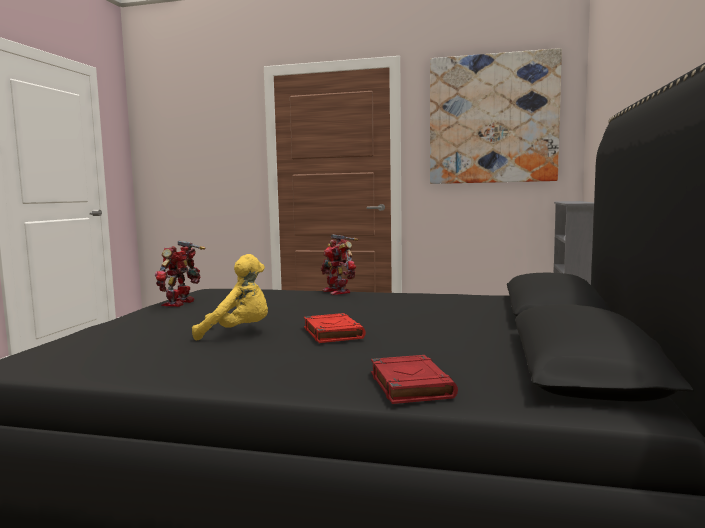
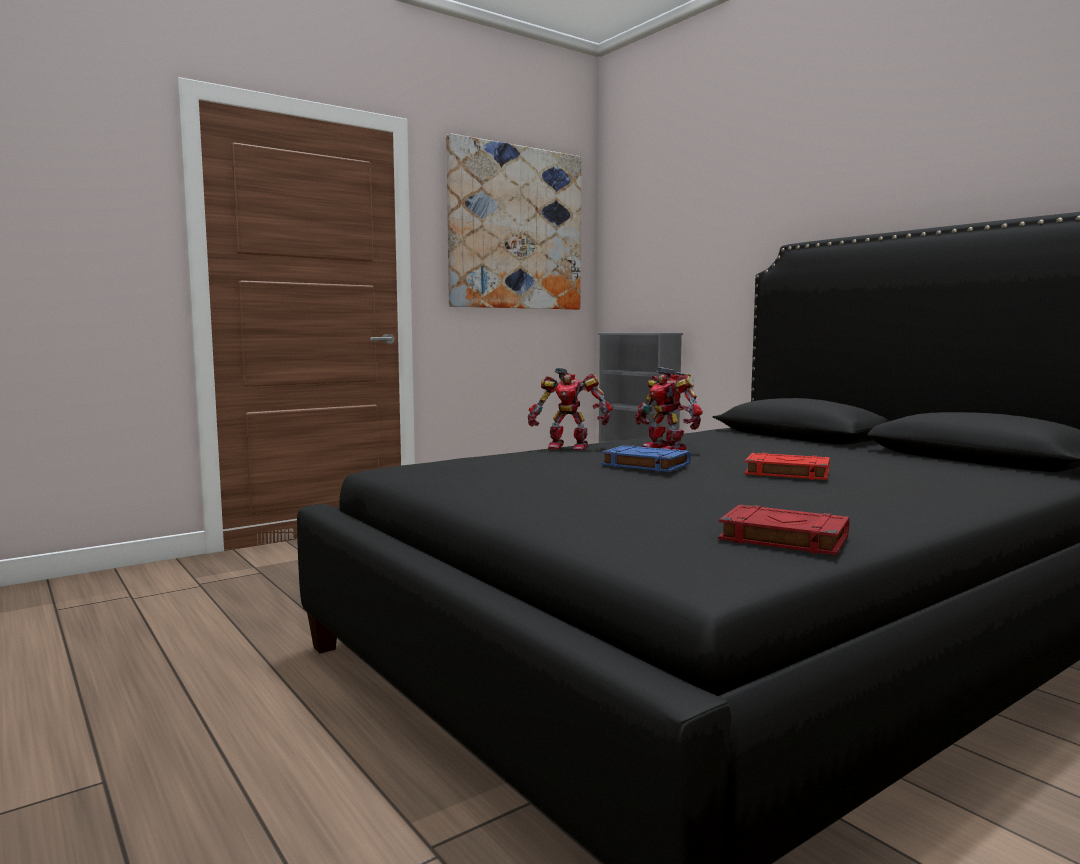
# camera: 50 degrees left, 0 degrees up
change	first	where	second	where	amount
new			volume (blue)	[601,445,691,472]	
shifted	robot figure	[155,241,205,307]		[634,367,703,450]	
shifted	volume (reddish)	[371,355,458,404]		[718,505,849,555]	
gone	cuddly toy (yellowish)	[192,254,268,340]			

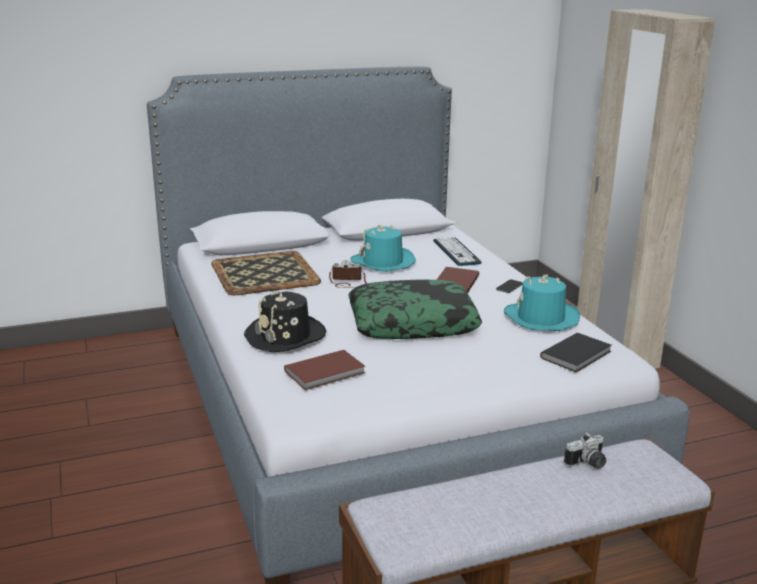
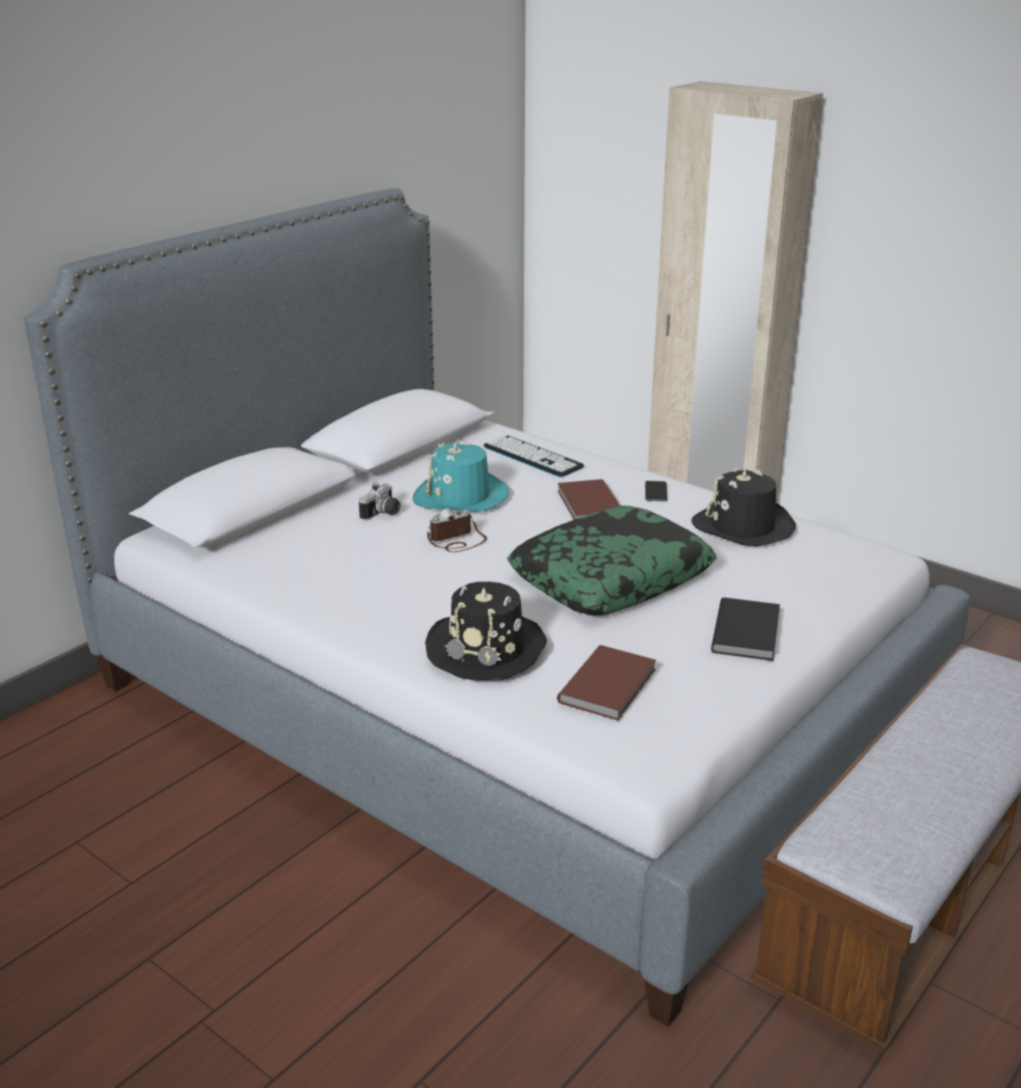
# camera: 30 degrees left, 5 degrees up
change	first	where	second	where	amount
shifted	still camera	[564,432,606,469]		[359,482,401,521]	
repainted	wearable hat (turquoise)	[504,275,580,331]	wearable hat (black-coloured)	[691,468,796,546]	
shifted	volume (black-coloured)	[540,333,612,372]		[711,597,780,661]	
gone	tray	[211,251,321,295]			

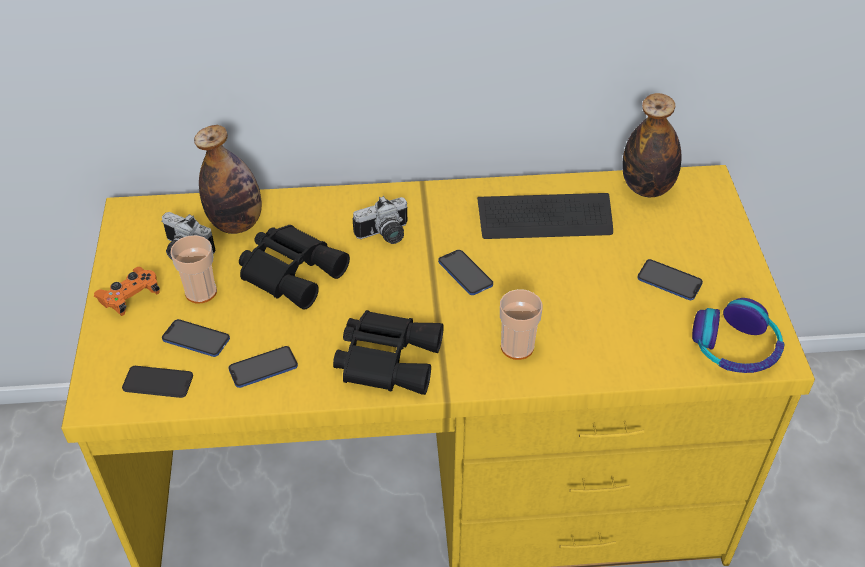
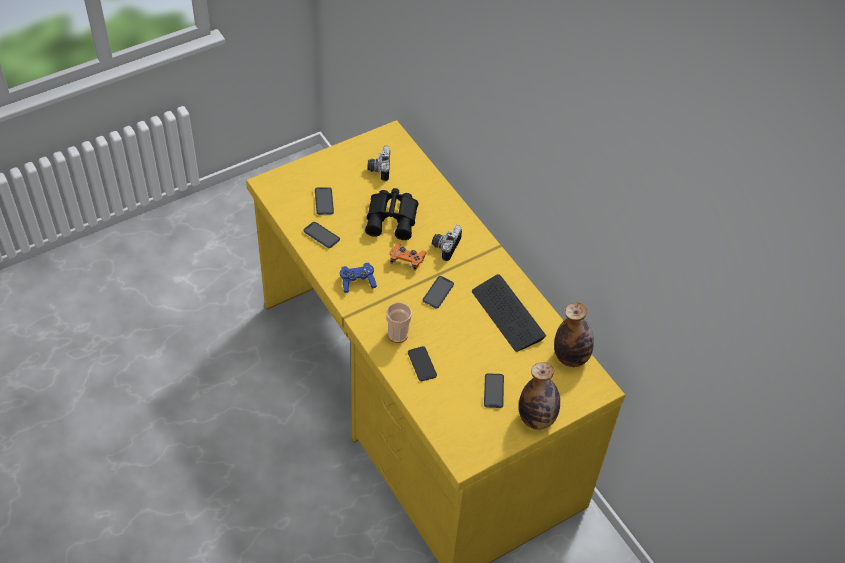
# camera: 60 degrees right, 5 degrees up
change	first	where	second	where	amount
swapped	binoculars (black-coloured)	[333,310,444,395]	game controller (blue)	[340,263,377,293]	
shifted	game controller (orangey)	[94,267,160,316]		[390,243,427,271]	
shifted	telephone	[122,366,193,398]		[408,346,437,381]	
rotated	still camera	[353,196,408,244]		[432,225,462,261]	75 degrees clockwise
shifted	drink bottle	[194,125,262,234]		[519,362,560,430]	
gone	drinking cup	[170,235,217,304]			
gone	headset	[692,298,784,373]			

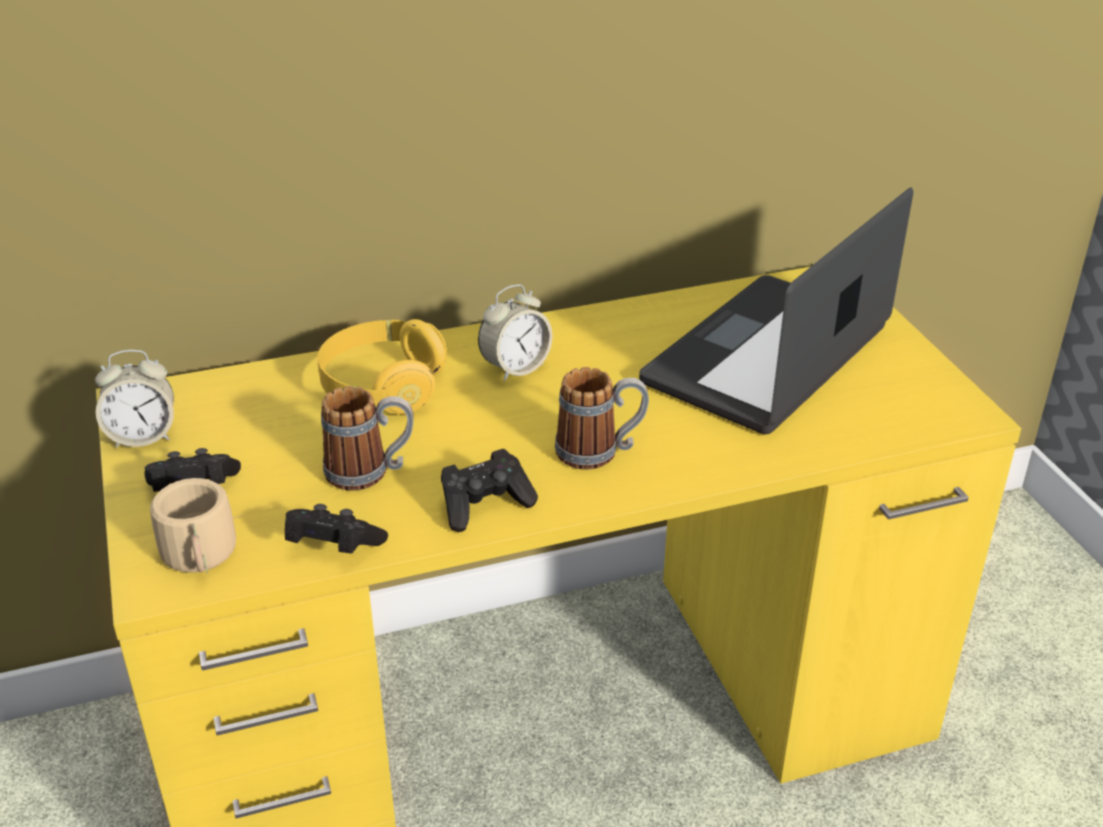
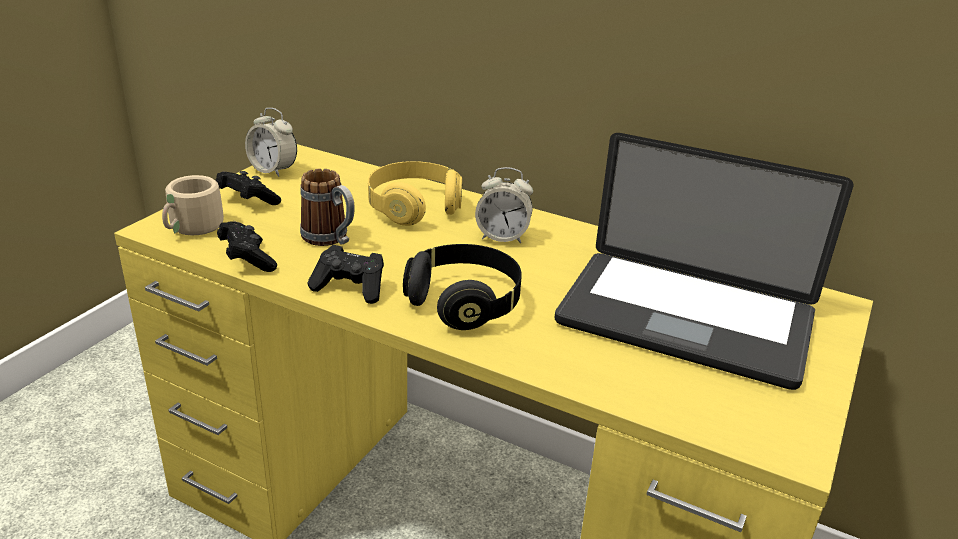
# camera: 45 degrees right, 5 degrees down
change	first	where	second	where	amount
swapped	coffee mug	[555,367,649,470]	headset (black-coloured)	[403,244,522,330]	
rotated	laptop	[639,187,913,435]		[555,133,853,390]	150 degrees counterclockwise

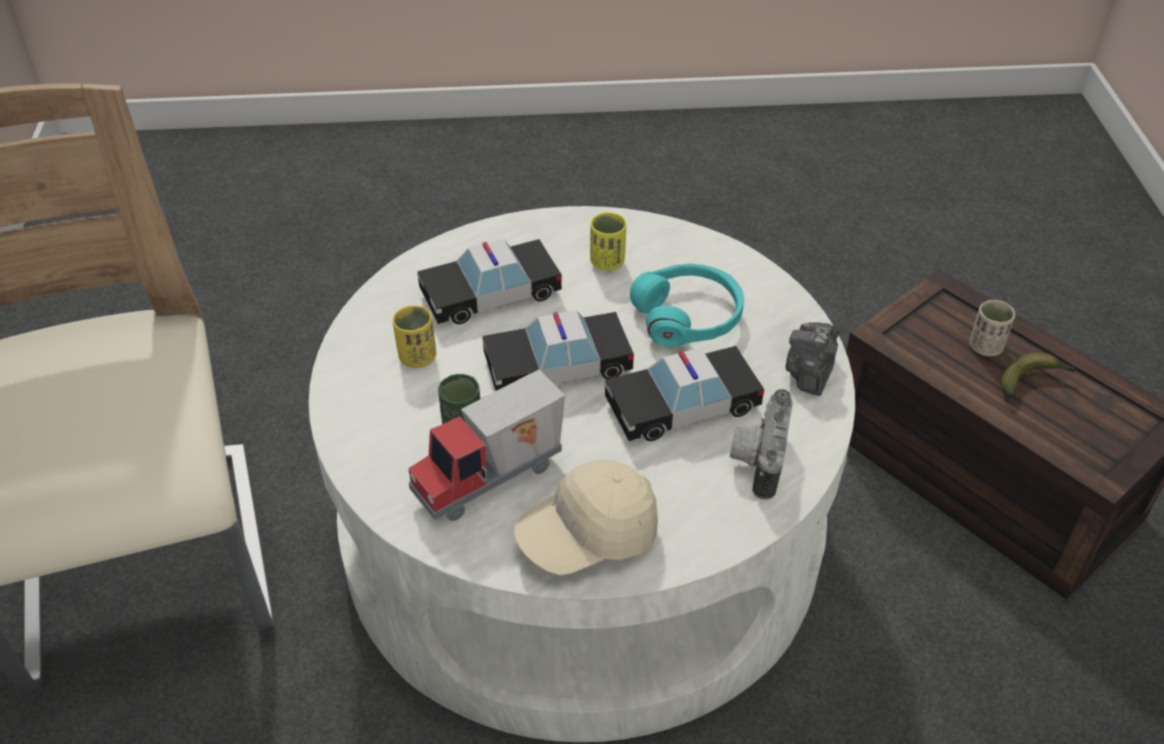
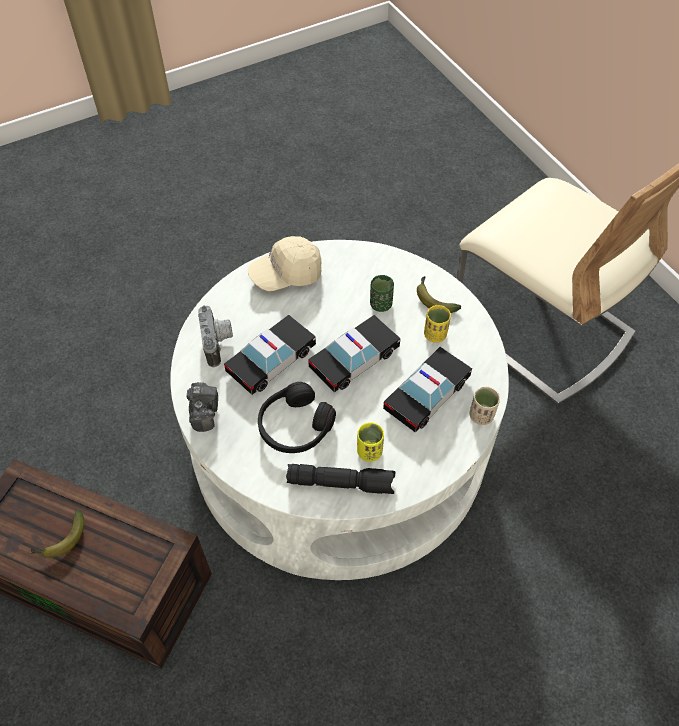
# camera: 155 degrees right, 10 degrees up
change	first	where	second	where	amount
rotated	cap (sand-coloured)	[514,459,658,576]		[248,236,322,291]	150 degrees counterclockwise
repainted	headset (turquoise)	[630,264,744,347]	headset (black-coloured)	[258,382,336,453]	
new			hand torch (black-coloured)	[286,464,395,494]	
new			banana	[417,276,461,313]	
shifted	drinking cup (sand-coloured)	[970,300,1015,356]		[470,386,500,425]	
gone	toy truck	[409,369,565,521]			

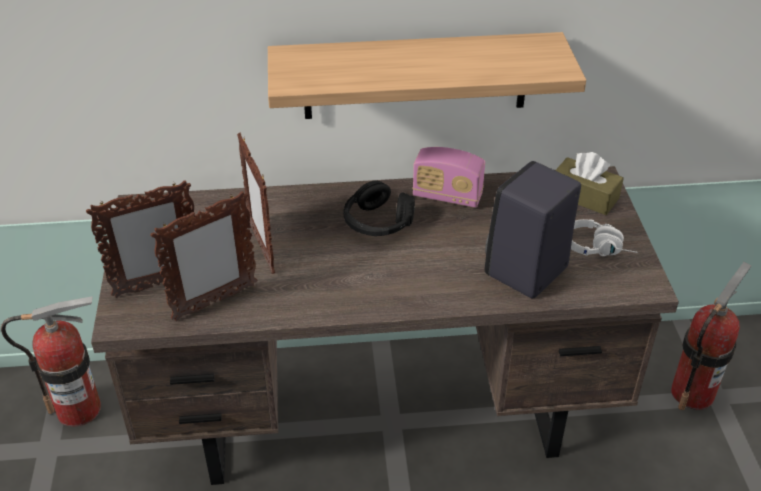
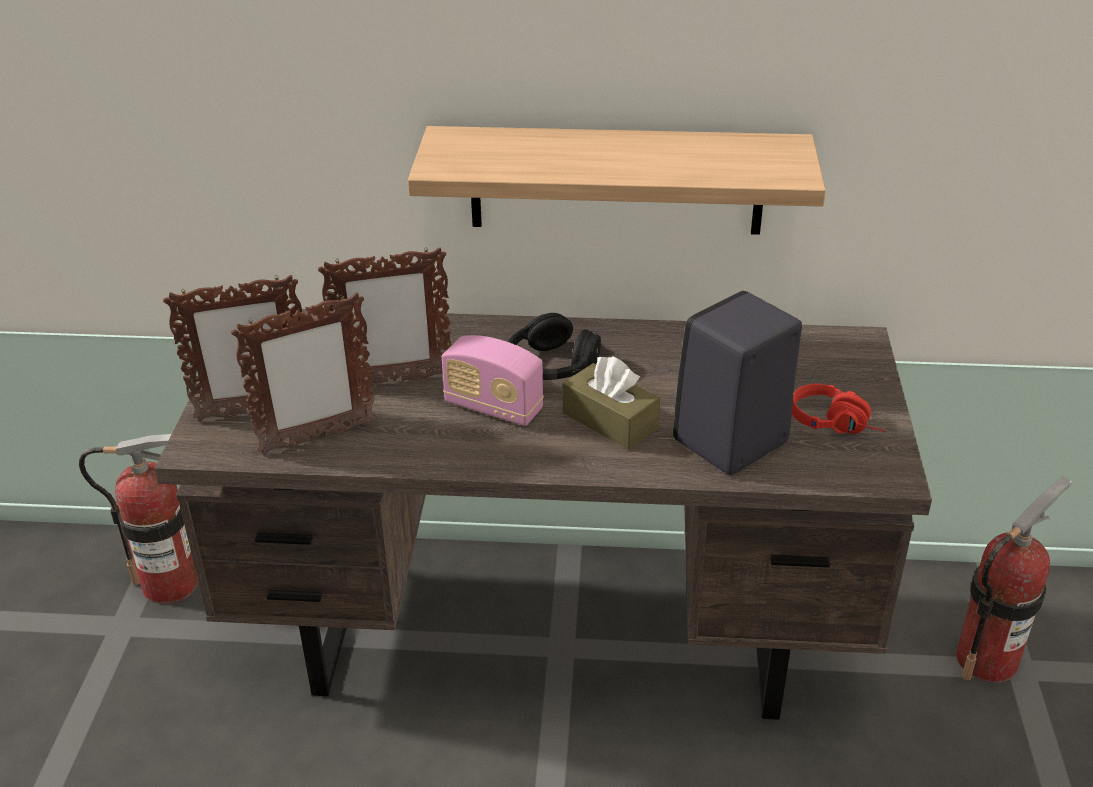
# camera: 10 degrees right, 5 degrees down
change	first	where	second	where	amount
rotated	standing frame	[237,132,275,274]		[318,247,452,385]	90 degrees counterclockwise
shifted	radio receiver	[412,147,485,208]		[442,335,544,426]	
shifted	tissue holder (brown)	[555,152,624,215]		[563,356,660,449]	
repainted	headset (white-coloured)	[571,219,637,256]	headset (reddish)	[792,384,886,434]	

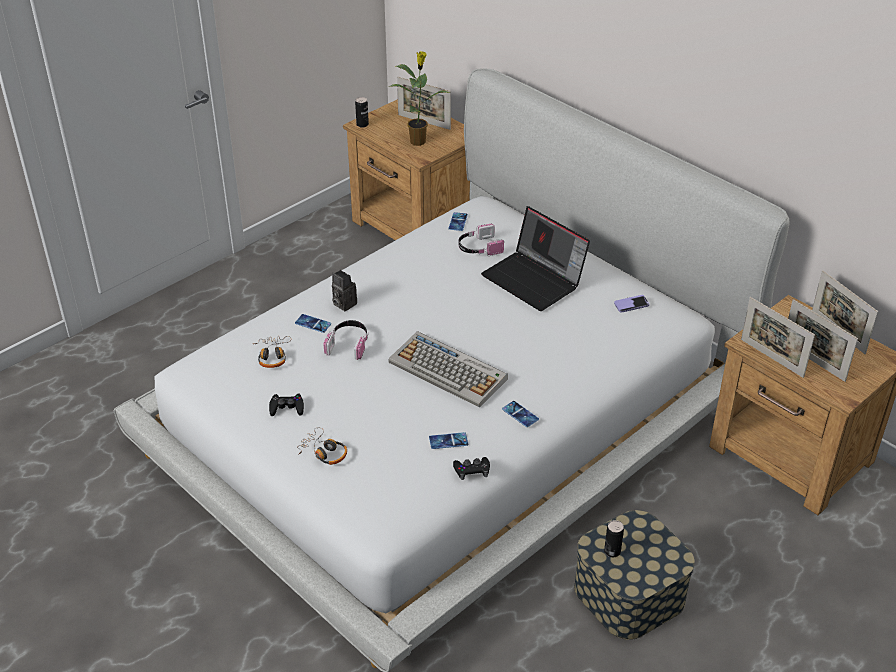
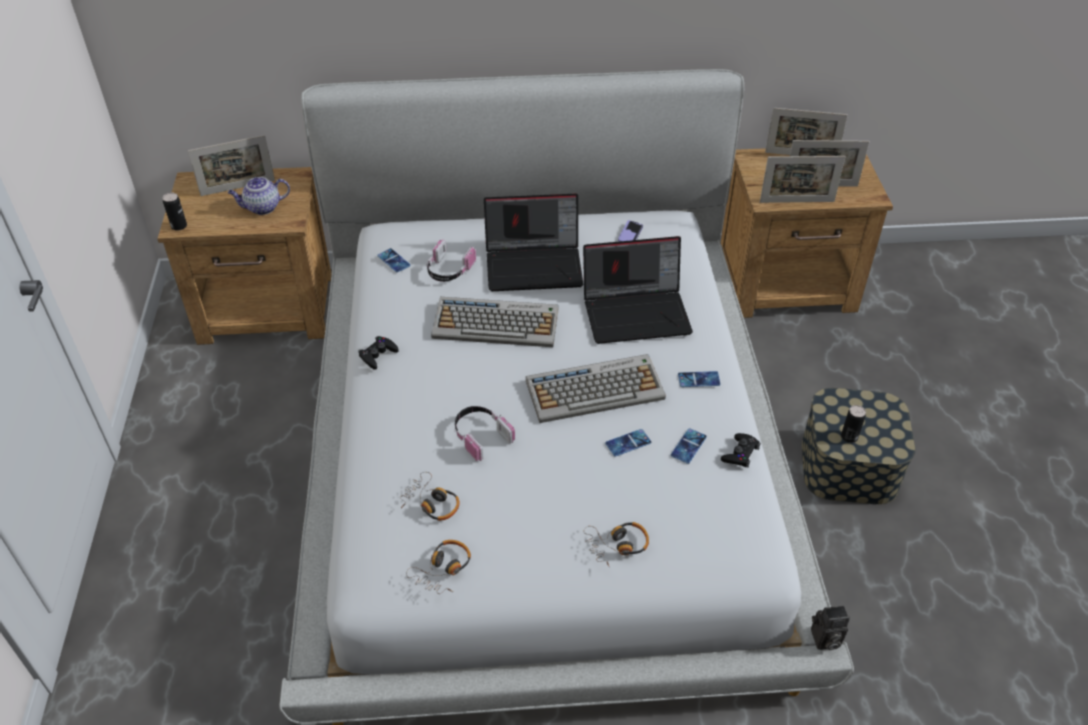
# camera: 50 degrees left, 5 degrees up
change	first	where	second	where	amount
swapped	potted plant	[388,51,451,146]	pot for tea	[228,177,290,215]	
shifted	game controller (black-coloured)	[269,394,304,416]		[358,336,399,370]	
new			headset	[406,540,471,594]	
new			PC keyboard	[431,297,558,347]	
new			laptop	[583,236,693,344]	
shifted	telephone	[295,314,331,333]		[605,429,651,457]	
shifted	still camera	[332,270,357,311]		[811,606,850,650]	

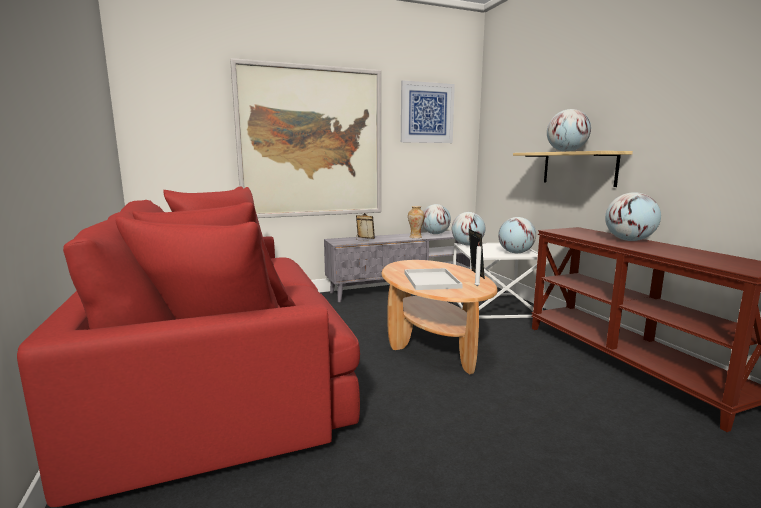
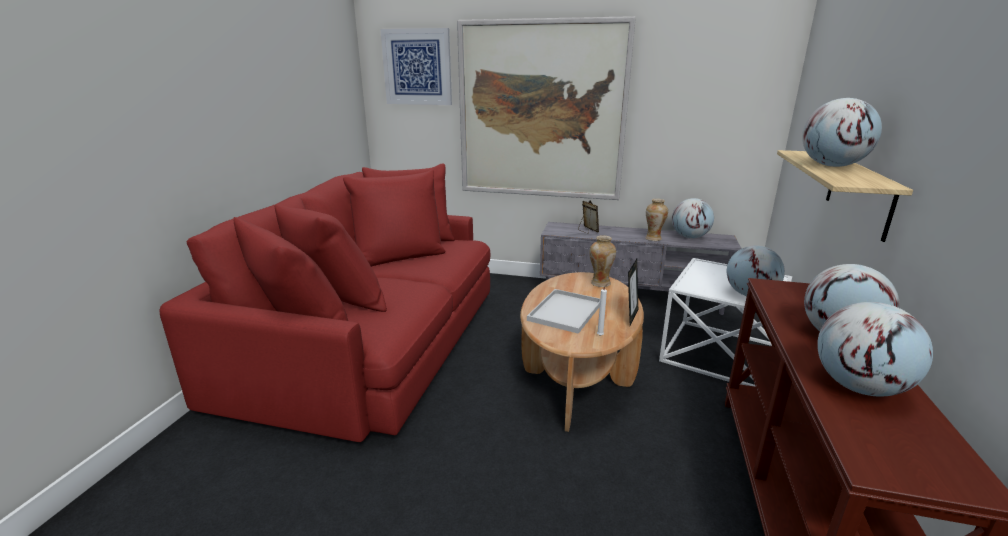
# camera: 35 degrees right, 10 degrees up
change	first	where	second	where	amount
shifted	wall picture	[401,80,455,143]		[380,28,452,105]	
new			flower vase	[590,235,616,287]	
shifted	desk globe	[452,212,485,245]		[817,302,933,397]	

